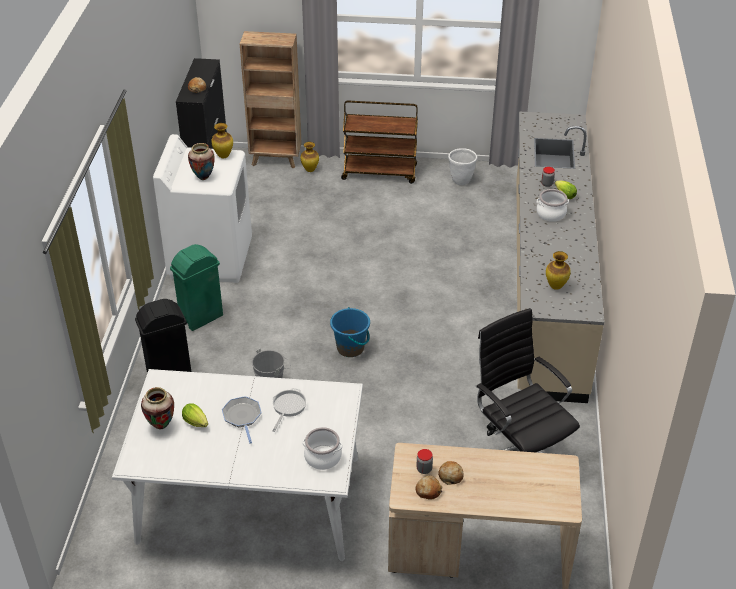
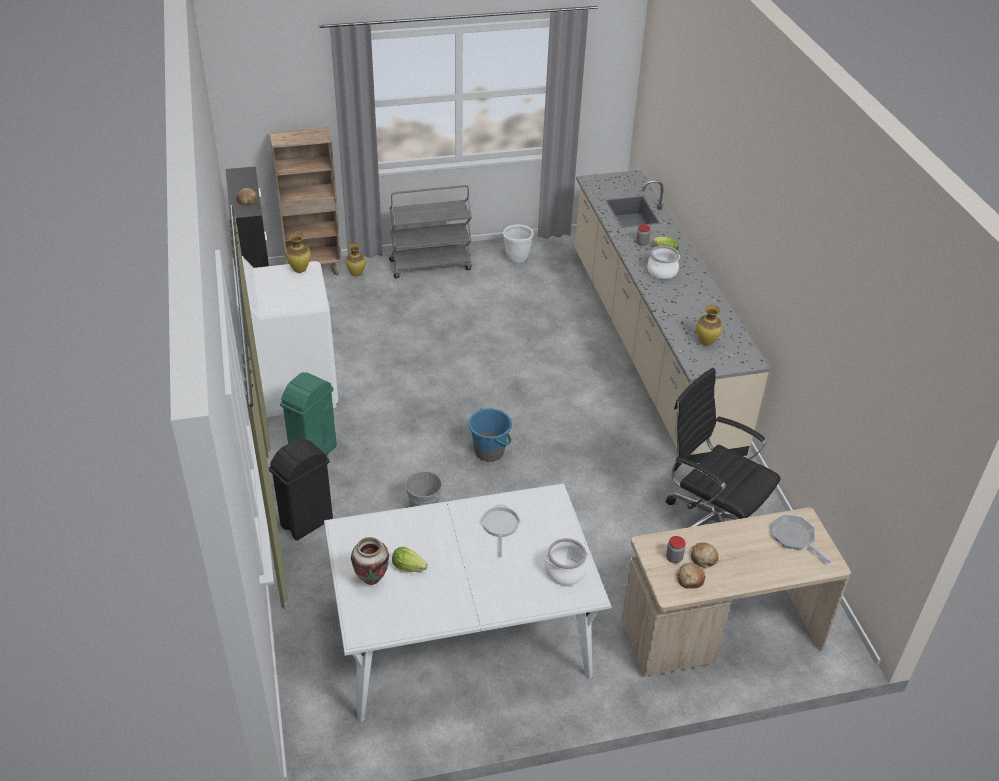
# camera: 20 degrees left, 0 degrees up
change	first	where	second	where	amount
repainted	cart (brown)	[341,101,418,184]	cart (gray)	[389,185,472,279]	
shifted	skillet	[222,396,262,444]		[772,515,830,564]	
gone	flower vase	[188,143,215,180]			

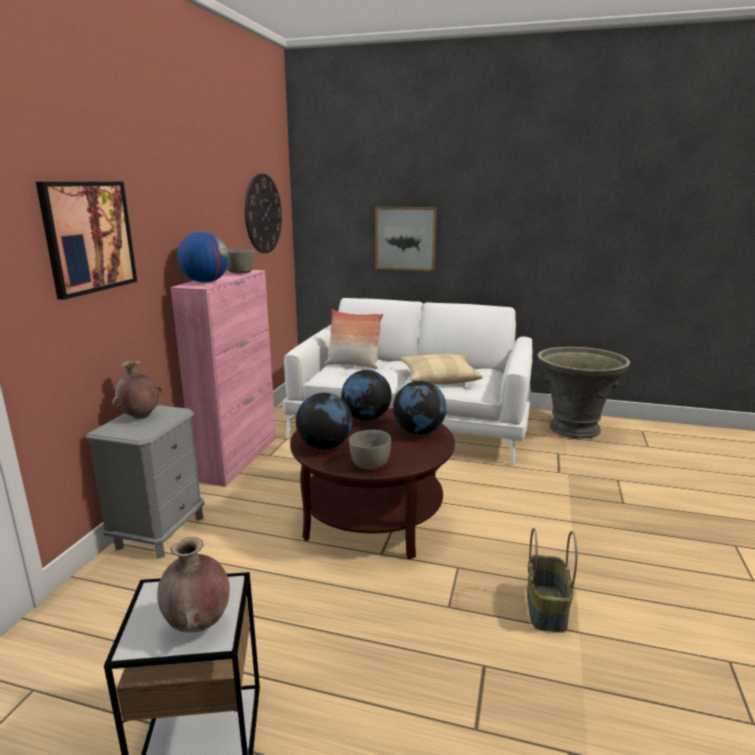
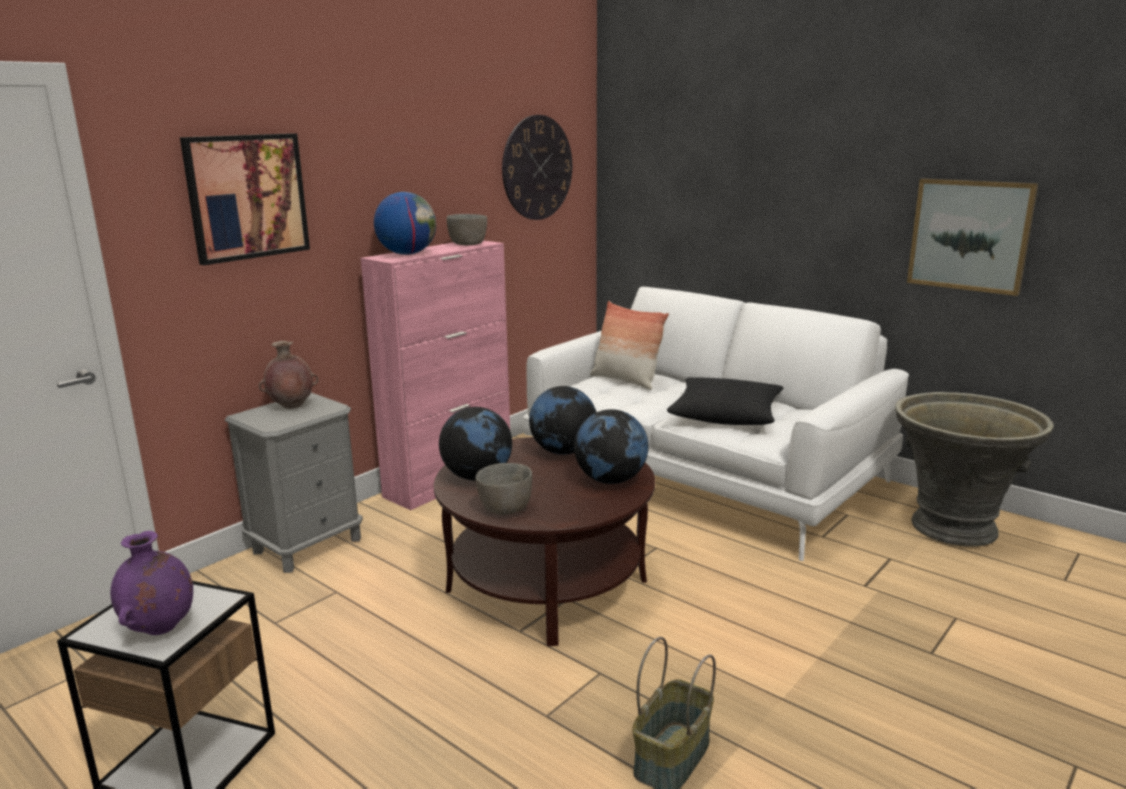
# camera: 25 degrees right, 0 degrees up
change	first	where	second	where	amount
repainted	flower vase (brown)	[157,537,230,632]	flower vase (purplish)	[110,531,193,635]	
repainted	throw pillow (sand-coloured)	[400,354,483,385]	throw pillow (black-coloured)	[667,377,783,425]	
shifted	wall picture	[375,206,437,271]		[907,178,1038,296]	

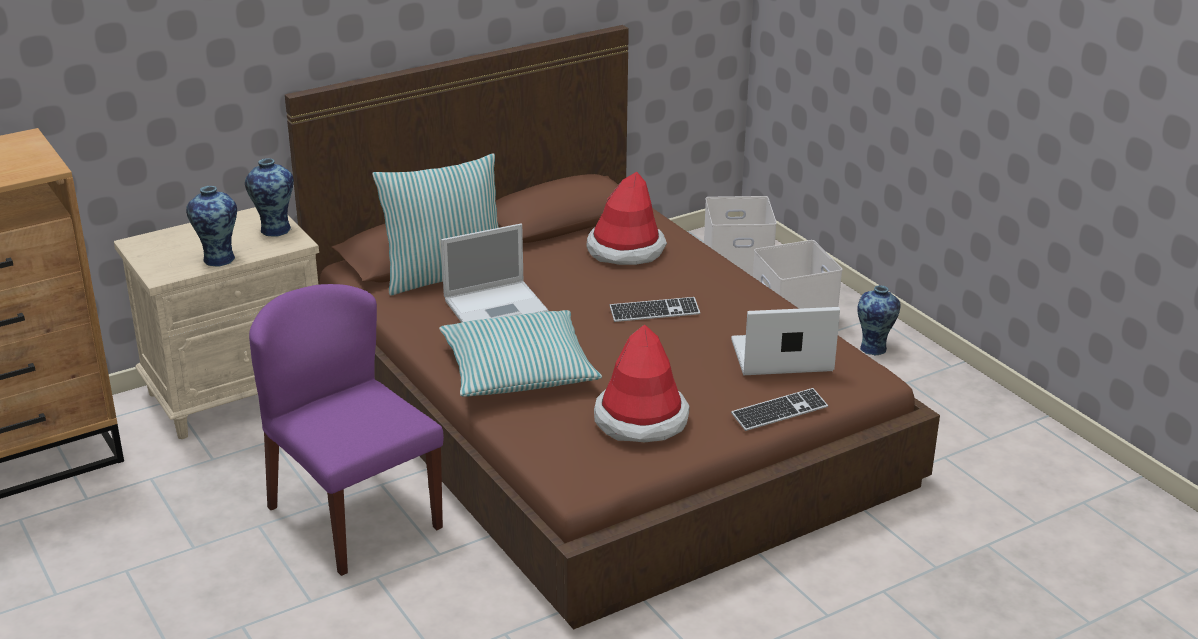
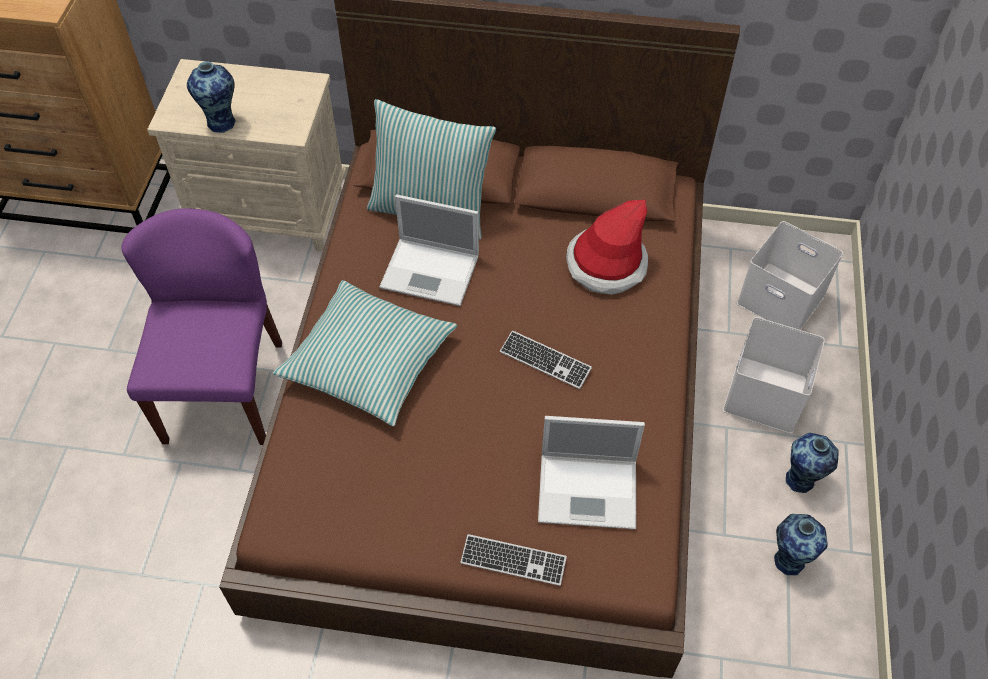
# camera: 40 degrees right, 25 degrees up
change	first	where	second	where	amount
rotated	laptop	[731,307,840,375]		[538,416,645,529]	150 degrees clockwise
shifted	flower vase	[245,158,294,236]		[774,514,828,575]	
gone	wearable hat	[594,324,690,442]			

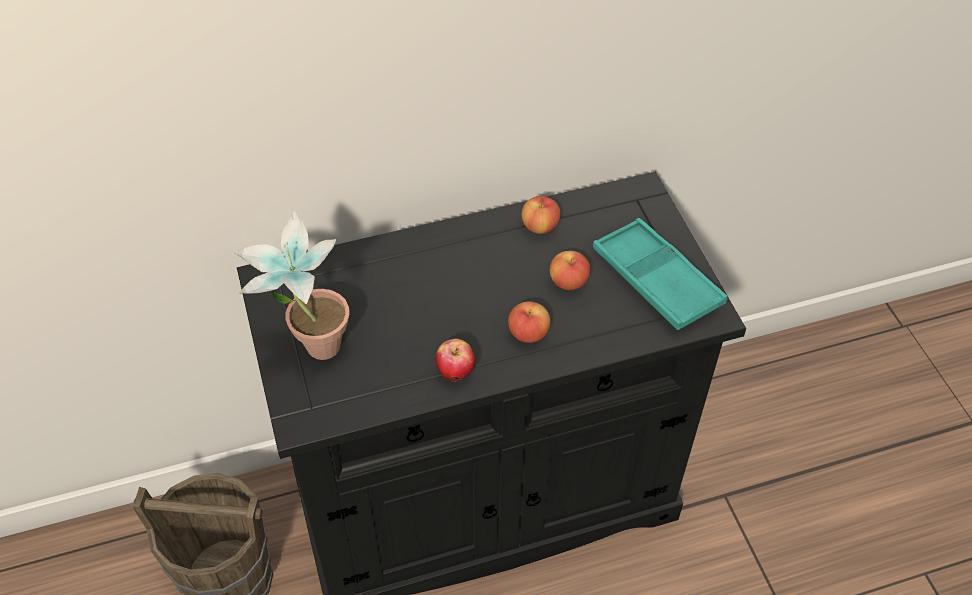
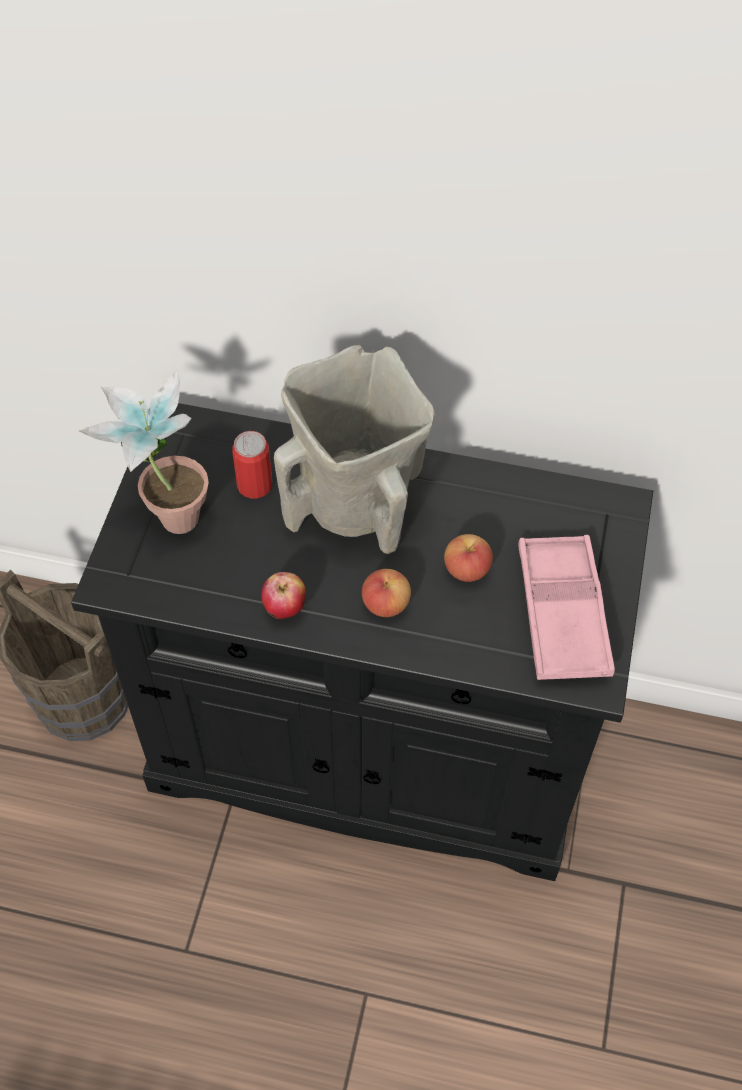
# camera: 30 degrees right, 5 degrees up
change	first	where	second	where	amount
new			sealed can	[232,431,272,499]	
new			flower vase (sand-coloured)	[274,345,435,554]	
repainted	tray (turquoise)	[593,218,727,330]	tray (pink-coloured)	[518,535,615,680]	
gone	apple fruit	[522,196,561,234]			

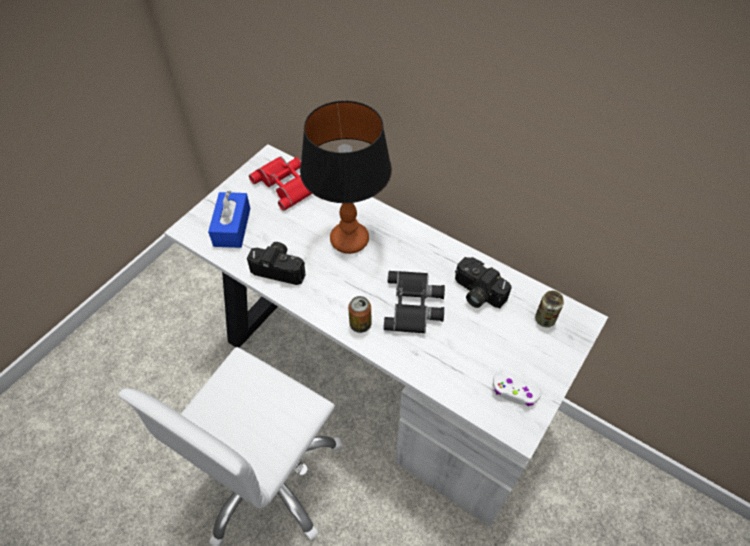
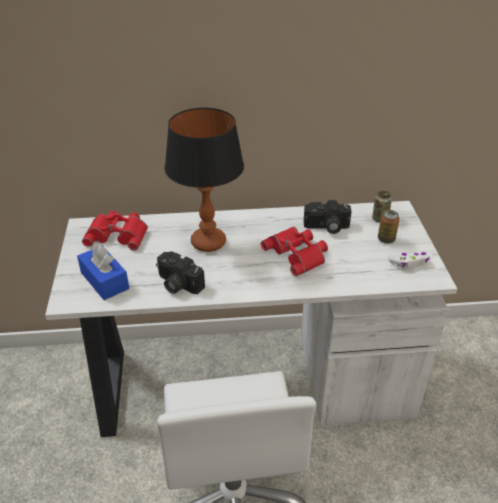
# camera: 40 degrees left, 15 degrees down
change	first	where	second	where	amount
rotated	still camera	[247,242,306,285]		[156,251,205,294]	120 degrees counterclockwise
repainted	binoculars (black-coloured)	[383,271,445,334]	binoculars (reddish)	[261,227,328,276]	
shifted	sealed can	[348,296,372,333]		[378,210,400,244]	

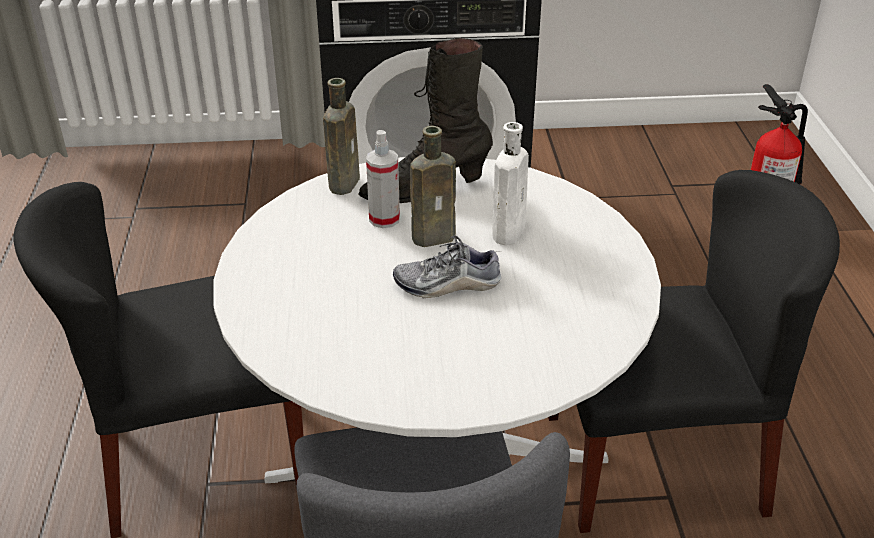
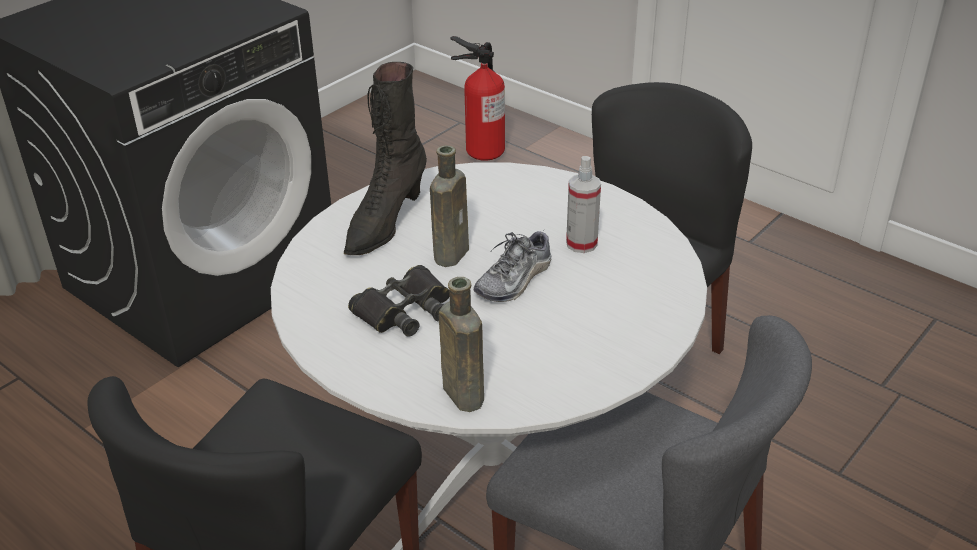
# camera: 45 degrees left, 0 degrees up
change	first	where	second	where	amount
new			binoculars (black-coloured)	[348,265,450,337]	
shifted	drink bottle (brown)	[323,78,360,195]		[439,277,484,412]	
shifted	spray bottle	[366,130,400,228]		[566,156,601,253]	
gone	drink bottle (white-coloured)	[493,122,529,245]			

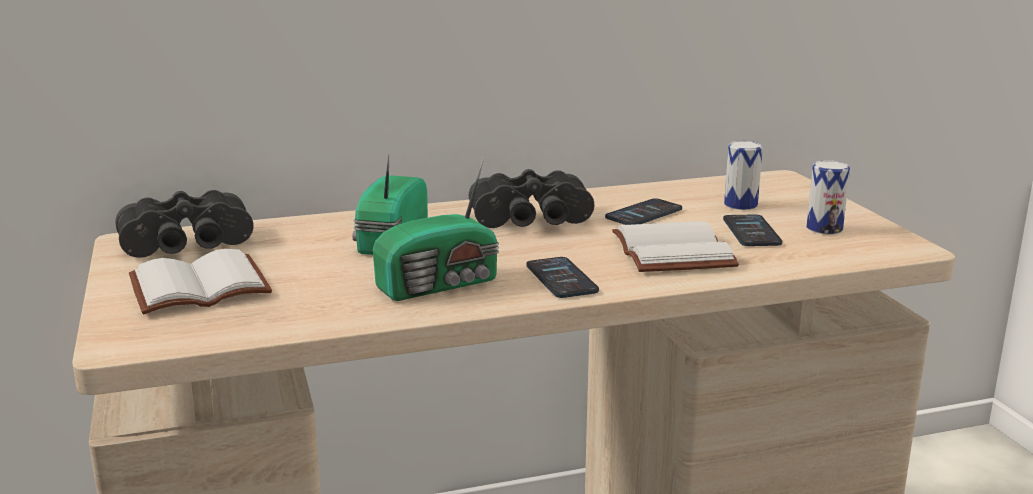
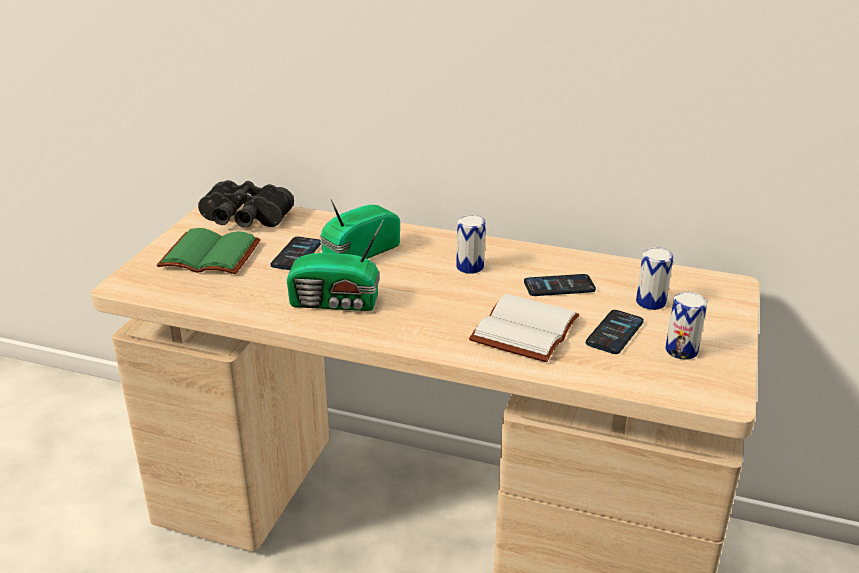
# camera: 35 degrees right, 10 degrees up
change	first	where	second	where	amount
repainted	volume (white-coloured)	[129,249,272,314]	volume (green-coloured)	[157,228,261,274]	
shifted	telephone	[526,257,599,298]		[271,237,321,270]	
swapped	binoculars (black-coloured)	[469,169,594,228]	sealed can	[456,215,486,274]	

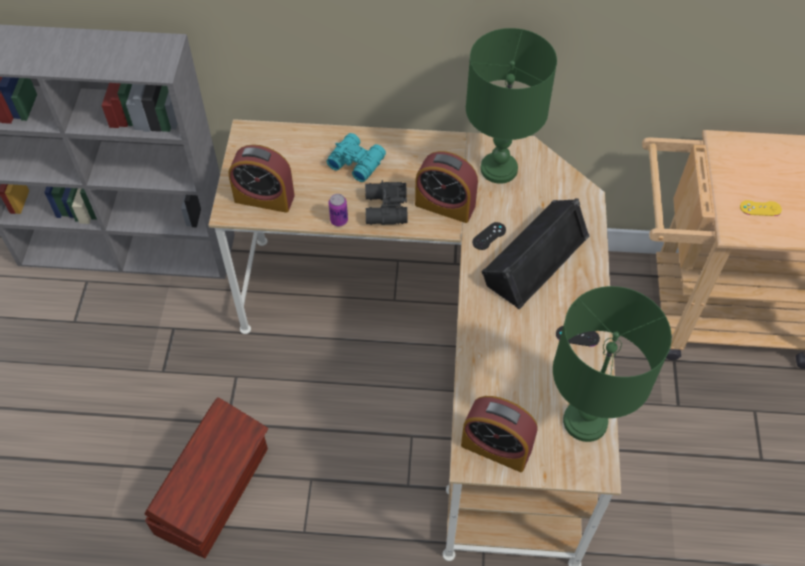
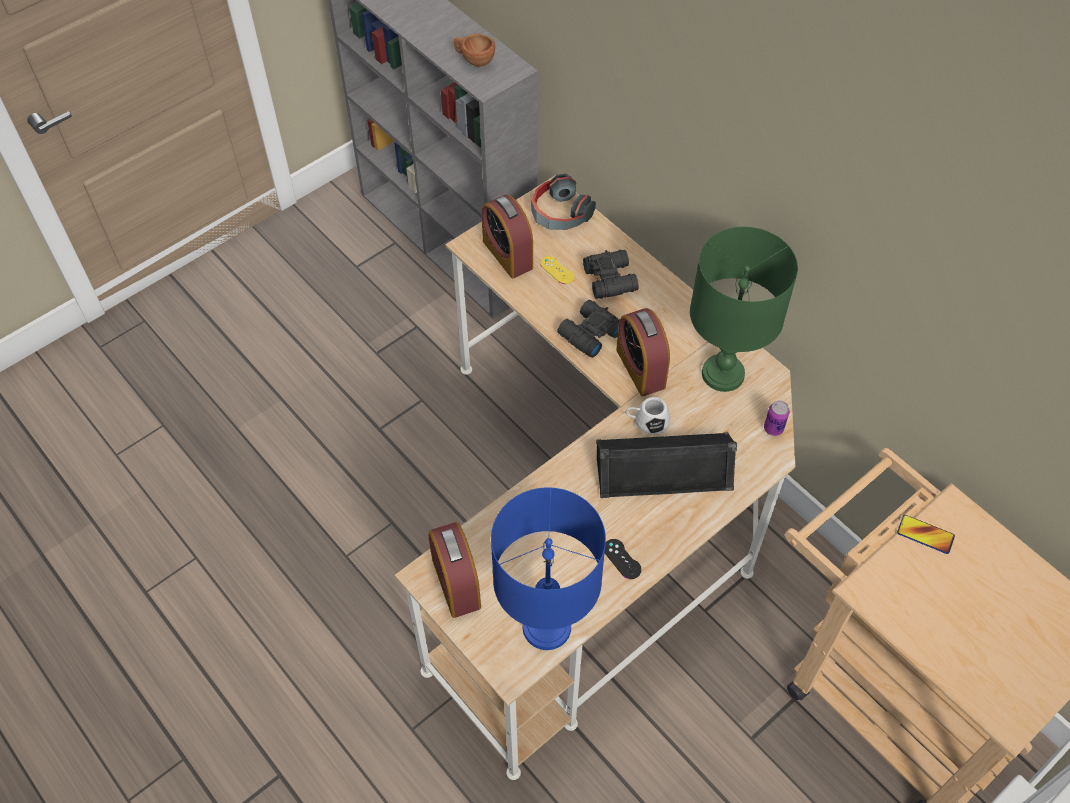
# camera: 45 degrees right, 0 degrees up
change	first	where	second	where	amount
new			drinking cup (brown)	[454,33,495,67]	
repainted	tabletop lamp (green-coloured)	[553,286,672,442]	tabletop lamp (blue)	[491,487,606,650]	
new			headset	[531,174,596,230]	
shifted	game controller (yellowish)	[740,200,782,216]		[540,256,574,284]	
repainted	binoculars (turquoise)	[327,133,386,182]	binoculars (black-coloured)	[583,250,639,299]	
swapped	game controller (black-coloured)	[472,222,506,250]	coffee mug (white-coloured)	[625,397,670,434]	
shifted	sealed can	[328,194,348,227]		[764,401,790,436]	
new			telephone	[897,515,955,554]	
gone	storage container (brown)	[144,397,268,558]			

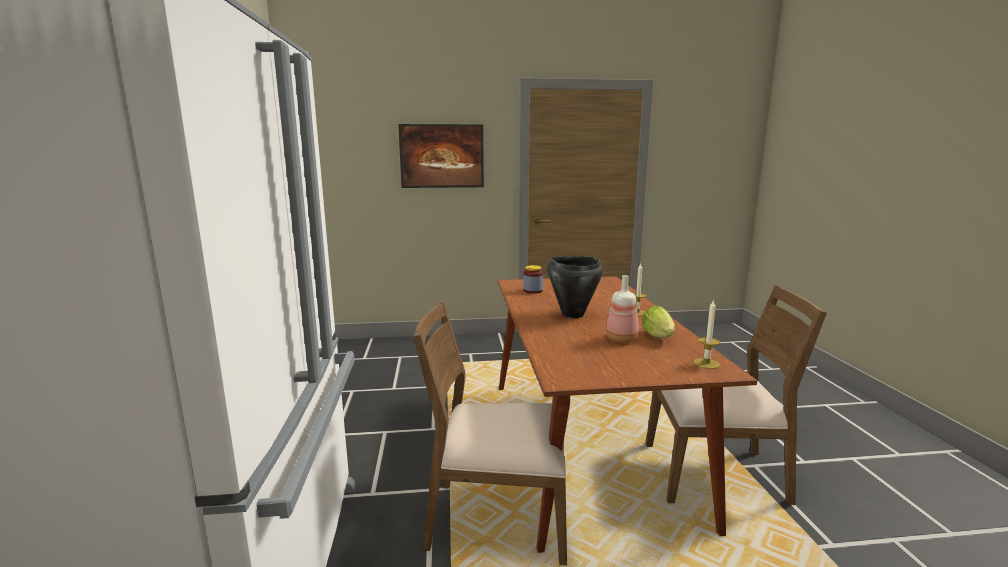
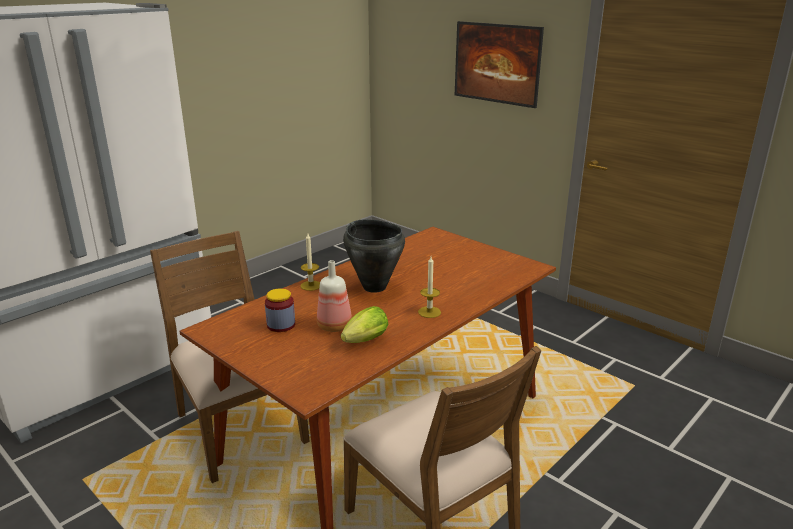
# camera: 50 degrees right, 10 degrees up
change	first	where	second	where	amount
shifted	storage jar	[523,265,543,294]		[265,288,295,332]	
shifted	wax light	[693,299,720,369]		[300,234,320,291]	

